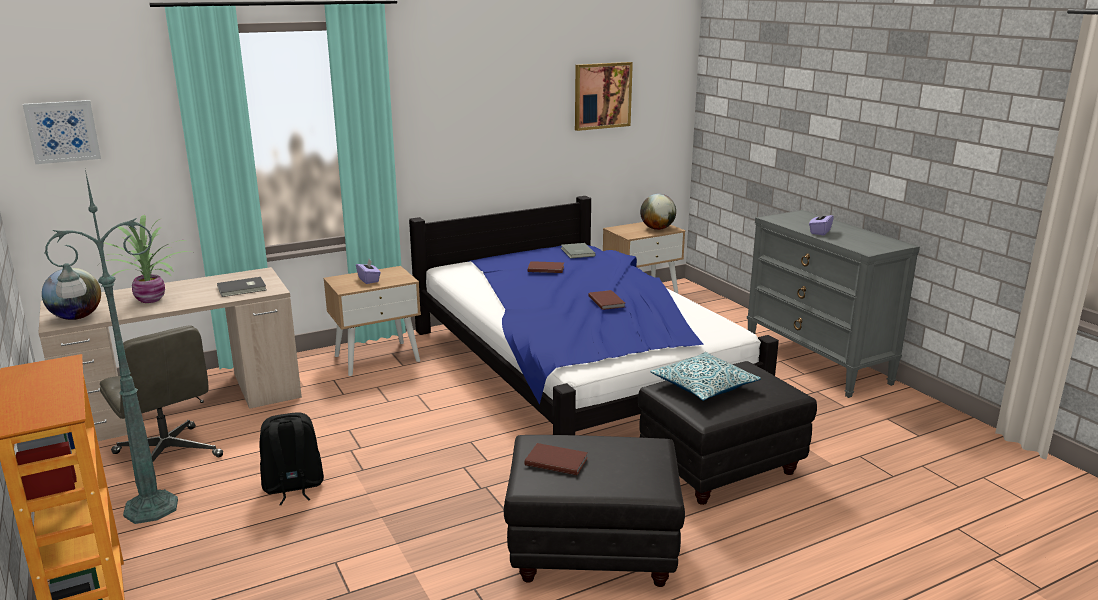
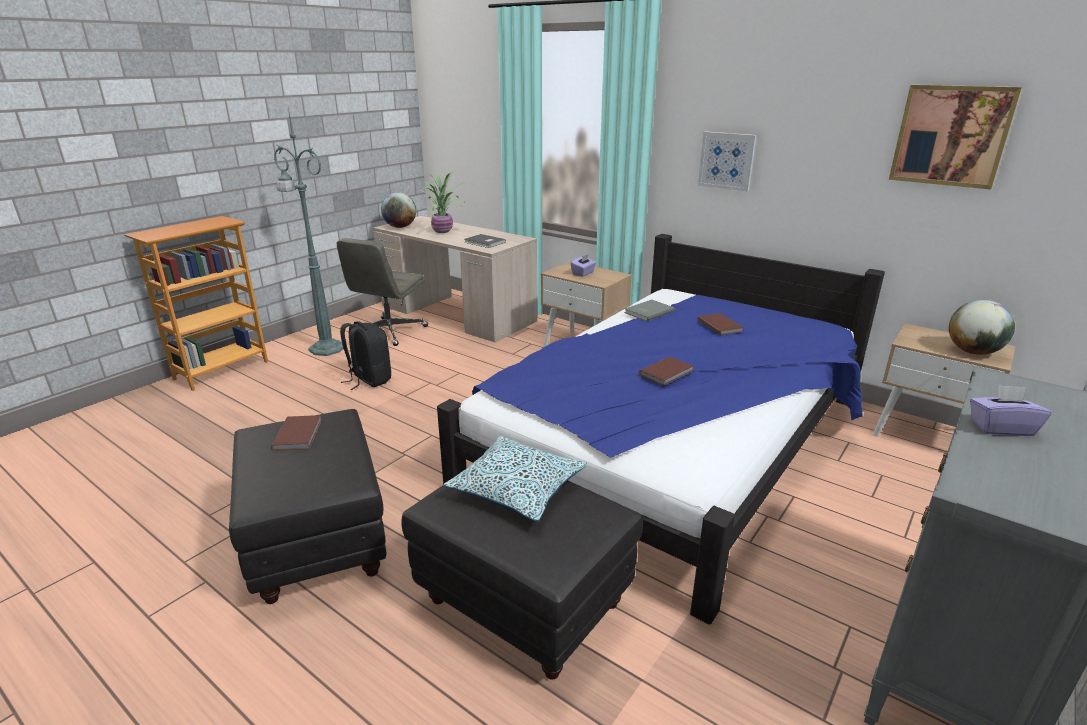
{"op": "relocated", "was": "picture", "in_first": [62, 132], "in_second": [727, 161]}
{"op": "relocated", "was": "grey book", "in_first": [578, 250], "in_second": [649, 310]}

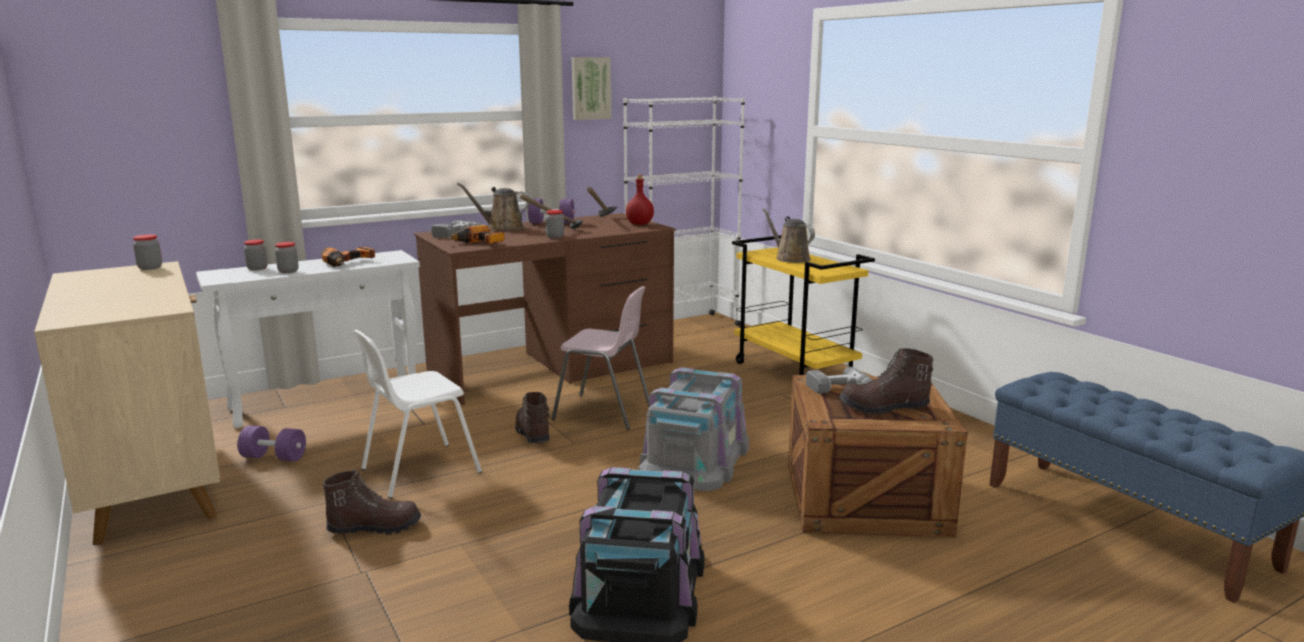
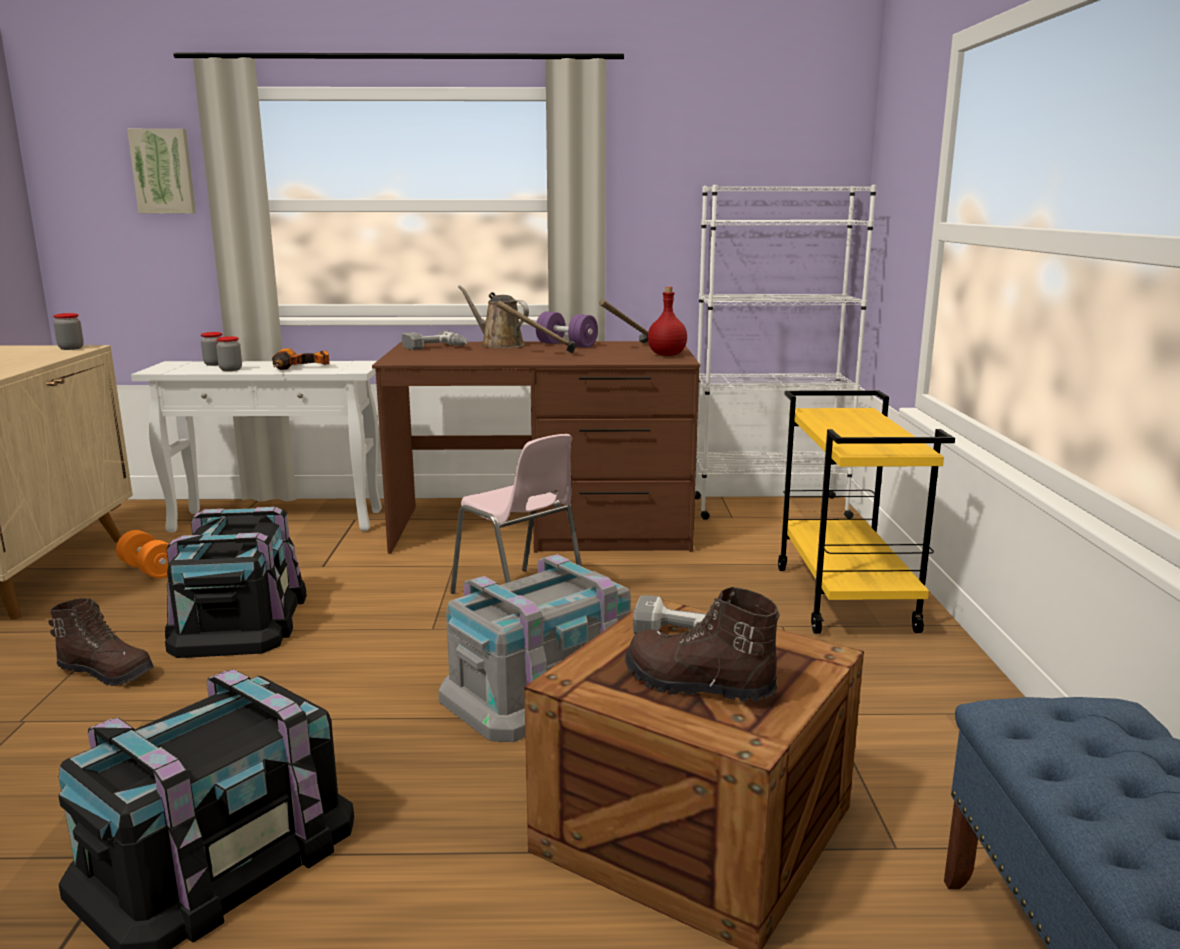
{"op": "relocated", "was": "picture", "in_first": [591, 88], "in_second": [161, 171]}
{"op": "missing", "was": "brown watering can", "in_first": [788, 235]}
{"op": "missing", "was": "jar", "in_first": [554, 224]}
{"op": "missing", "was": "power drill", "in_first": [473, 234]}
{"op": "exchanged", "was": "white chair", "now": "black storage box", "in_first": [417, 414], "in_second": [236, 582]}
{"op": "missing", "was": "brown boot", "in_first": [532, 418]}
{"op": "colour", "was": "purple dumbbell", "now": "orange dumbbell", "in_first": [271, 443], "in_second": [142, 554]}

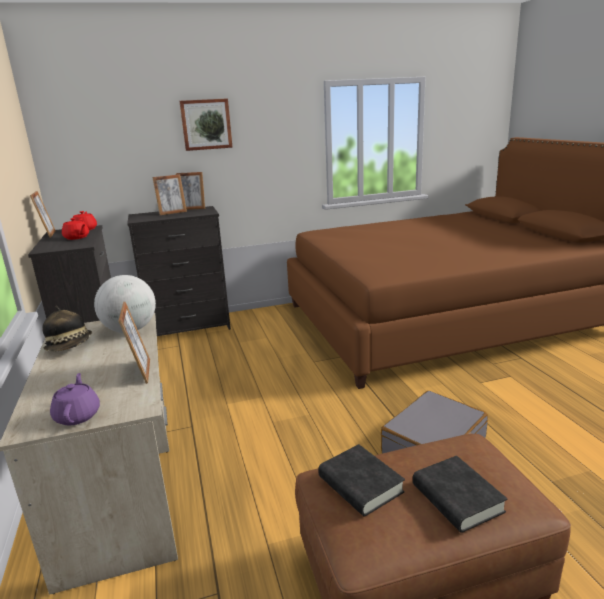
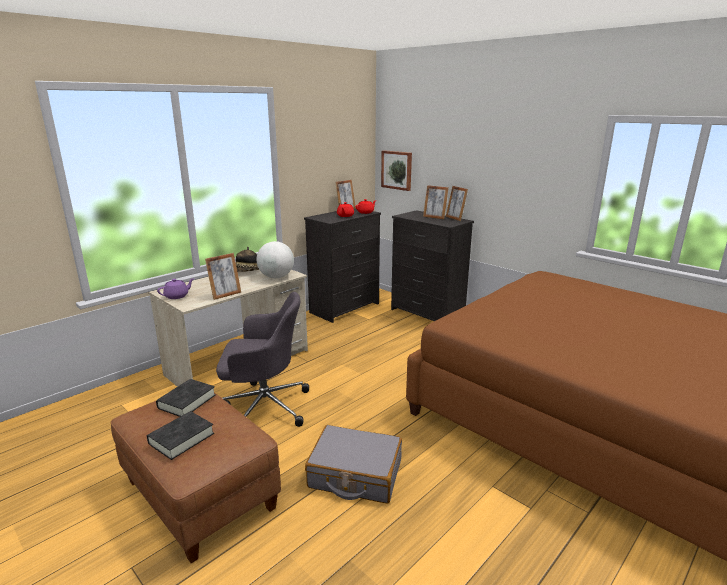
{"op": "relocated", "was": "picture", "in_first": [206, 124], "in_second": [396, 170]}
{"op": "appeared", "now": "grey office chair", "in_second": [262, 359]}

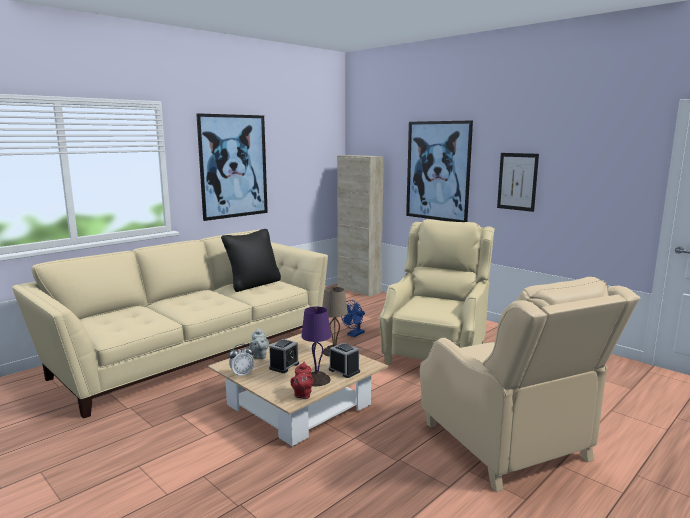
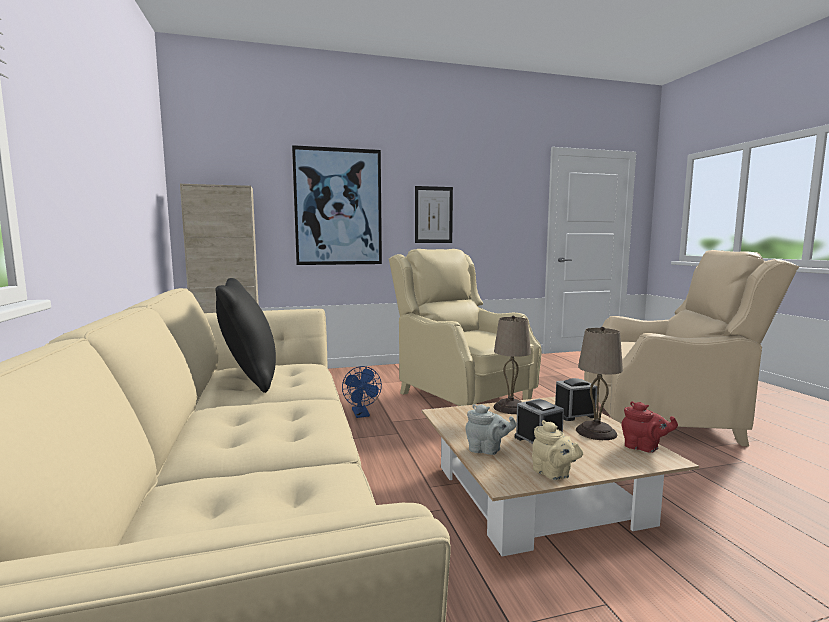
{"op": "missing", "was": "picture", "in_first": [232, 167]}
{"op": "colour", "was": "purple table lamp", "now": "beige table lamp", "in_first": [316, 346], "in_second": [599, 383]}
{"op": "exchanged", "was": "alarm clock", "now": "beige teapot", "in_first": [241, 361], "in_second": [557, 450]}

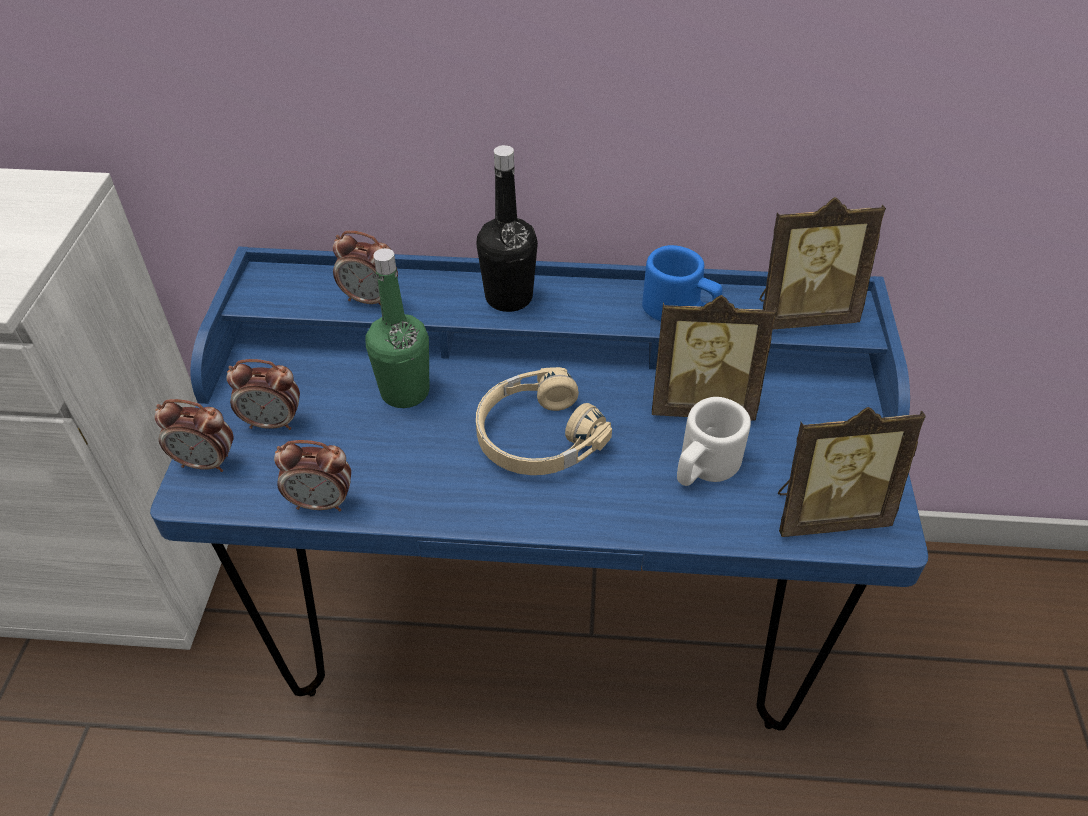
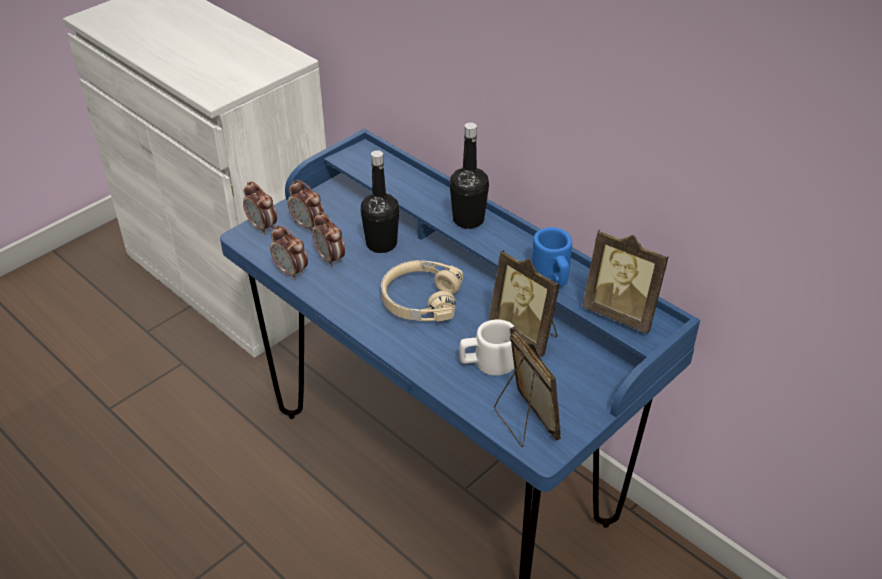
{"op": "relocated", "was": "alarm clock", "in_first": [365, 268], "in_second": [329, 239]}
{"op": "colour", "was": "green bottle", "now": "black bottle", "in_first": [397, 328], "in_second": [380, 201]}
{"op": "spun", "was": "picture frame", "in_first": [852, 472], "in_second": [527, 386], "clockwise": -150}

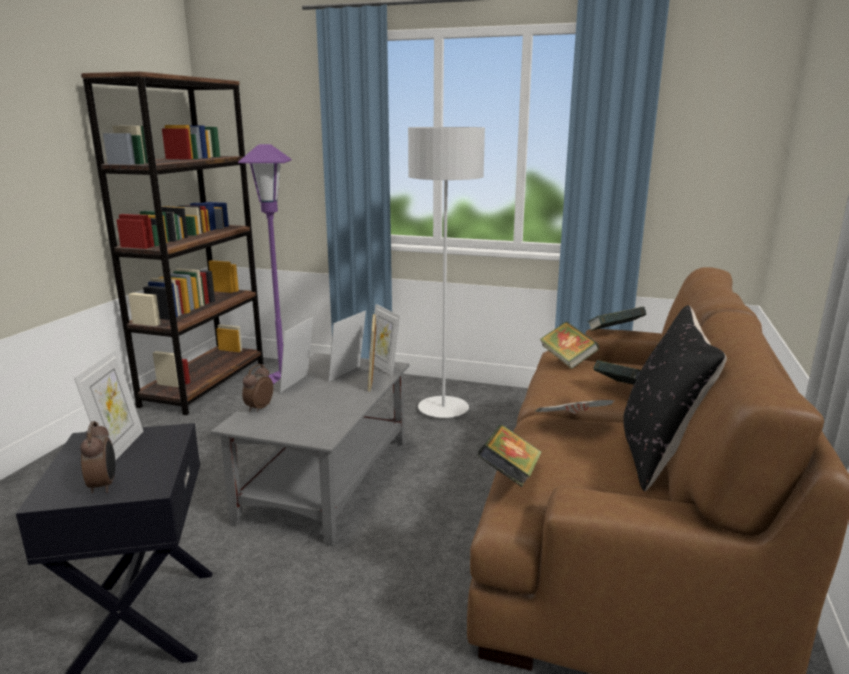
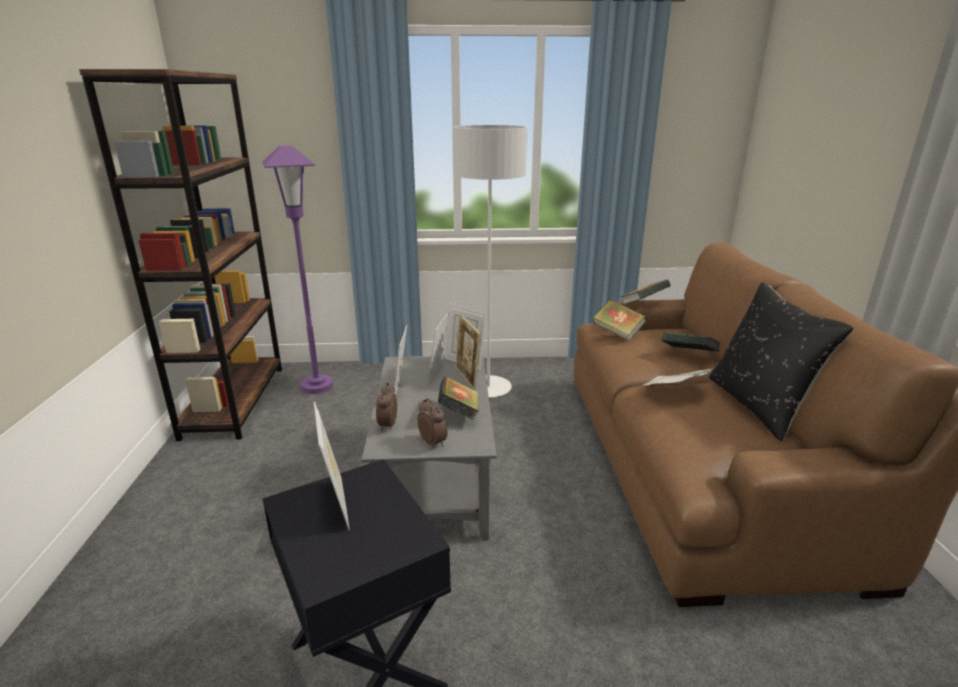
{"op": "relocated", "was": "alarm clock", "in_first": [97, 457], "in_second": [432, 423]}
{"op": "relocated", "was": "book", "in_first": [509, 455], "in_second": [458, 398]}

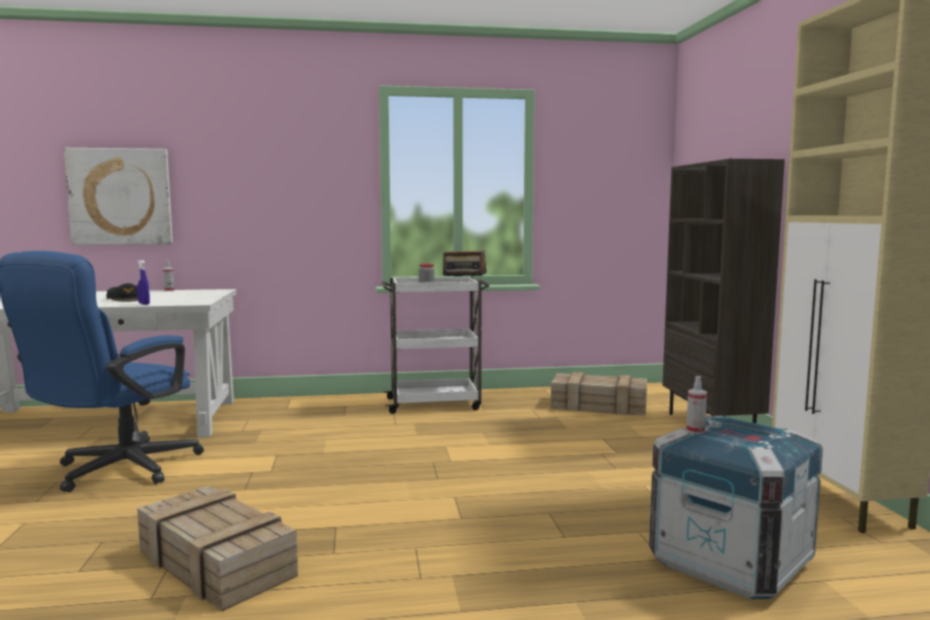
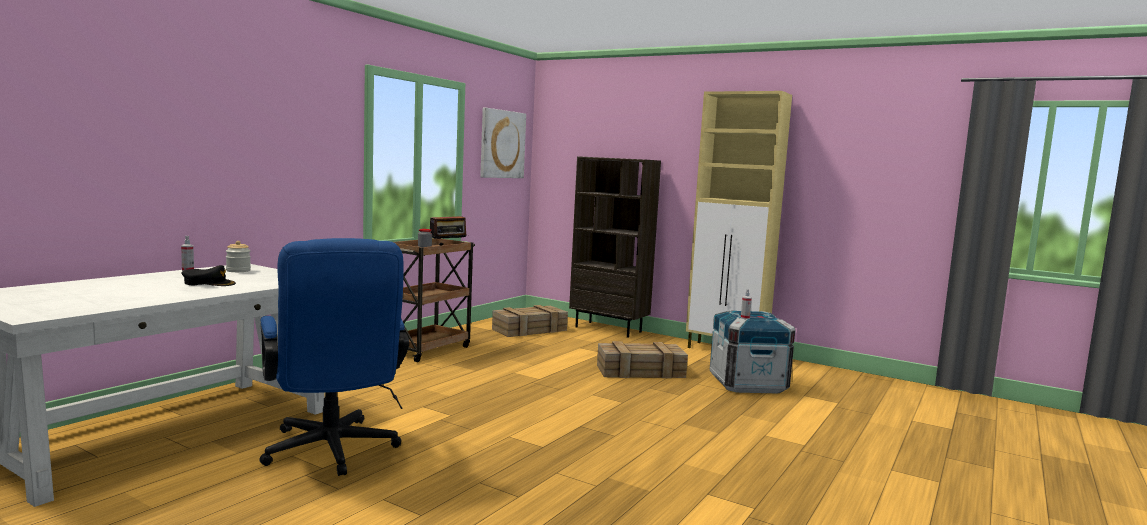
{"op": "relocated", "was": "picture", "in_first": [118, 196], "in_second": [503, 143]}
{"op": "missing", "was": "blue spray bottle", "in_first": [143, 282]}
{"op": "colour", "was": "white cart", "now": "brown cart", "in_first": [435, 345], "in_second": [434, 300]}
{"op": "relocated", "was": "crate", "in_first": [217, 548], "in_second": [642, 359]}
{"op": "appeared", "now": "jar", "in_second": [238, 256]}

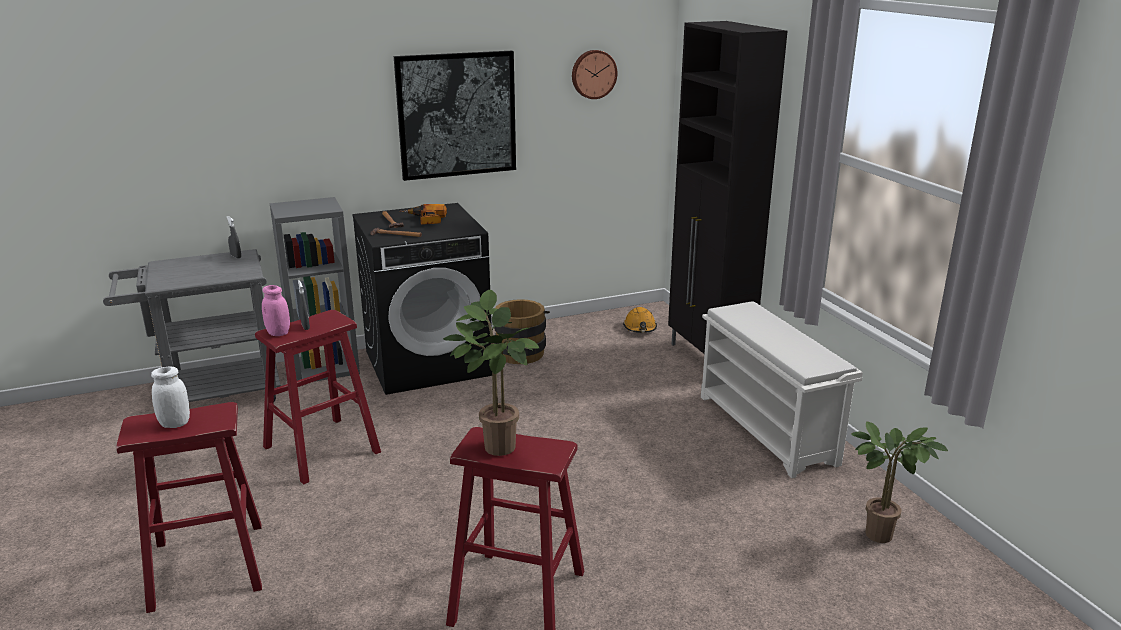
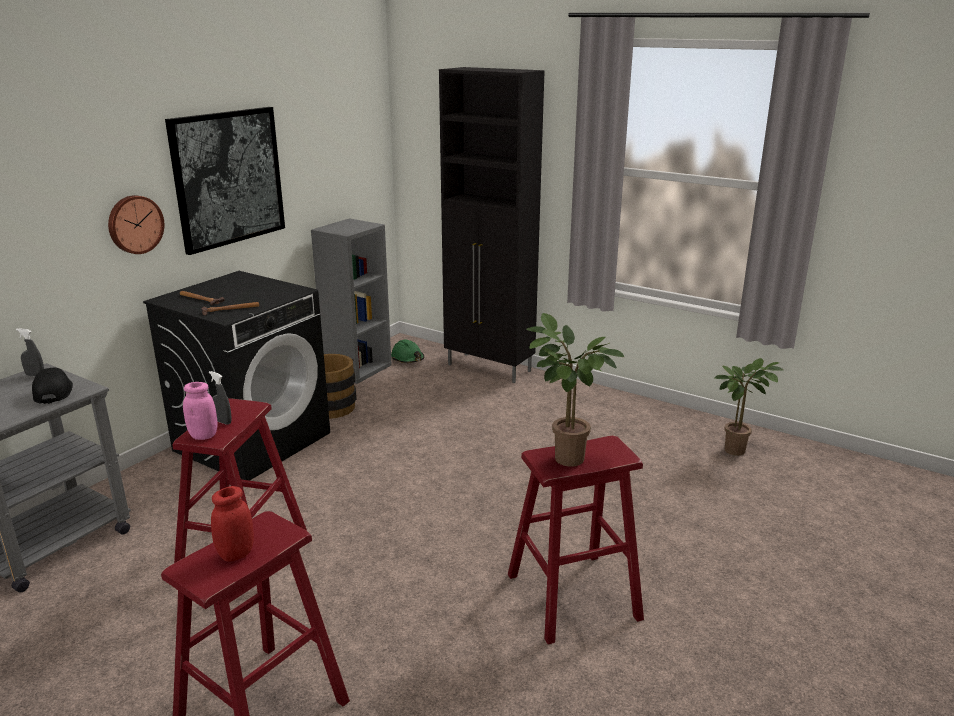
{"op": "relocated", "was": "wall clock", "in_first": [594, 74], "in_second": [136, 224]}
{"op": "relocated", "was": "grey bookcase", "in_first": [315, 289], "in_second": [351, 301]}
{"op": "missing", "was": "power drill", "in_first": [423, 214]}
{"op": "missing", "was": "white shoe rack", "in_first": [782, 390]}
{"op": "colour", "was": "orange hard hat", "now": "green hard hat", "in_first": [640, 320], "in_second": [408, 351]}
{"op": "colour", "was": "white jar", "now": "red jar", "in_first": [170, 397], "in_second": [232, 524]}
{"op": "appeared", "now": "black cap", "in_second": [52, 386]}

